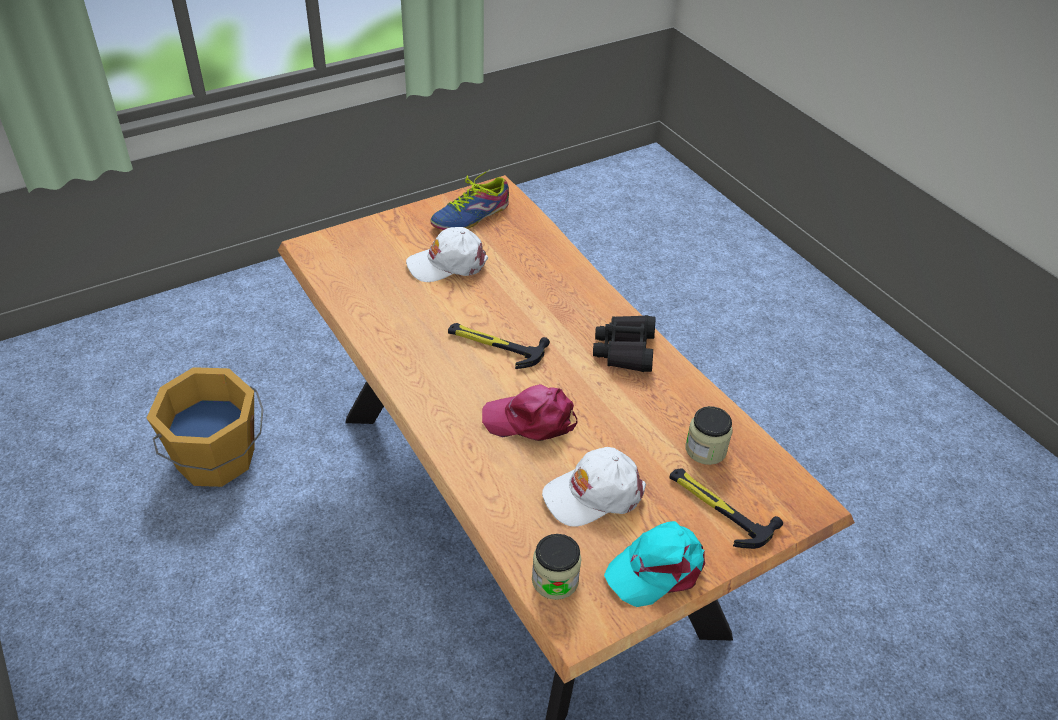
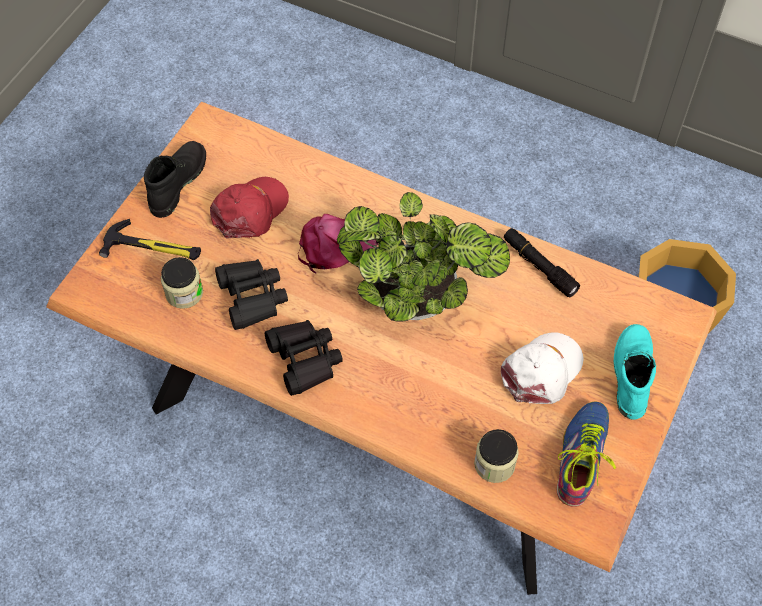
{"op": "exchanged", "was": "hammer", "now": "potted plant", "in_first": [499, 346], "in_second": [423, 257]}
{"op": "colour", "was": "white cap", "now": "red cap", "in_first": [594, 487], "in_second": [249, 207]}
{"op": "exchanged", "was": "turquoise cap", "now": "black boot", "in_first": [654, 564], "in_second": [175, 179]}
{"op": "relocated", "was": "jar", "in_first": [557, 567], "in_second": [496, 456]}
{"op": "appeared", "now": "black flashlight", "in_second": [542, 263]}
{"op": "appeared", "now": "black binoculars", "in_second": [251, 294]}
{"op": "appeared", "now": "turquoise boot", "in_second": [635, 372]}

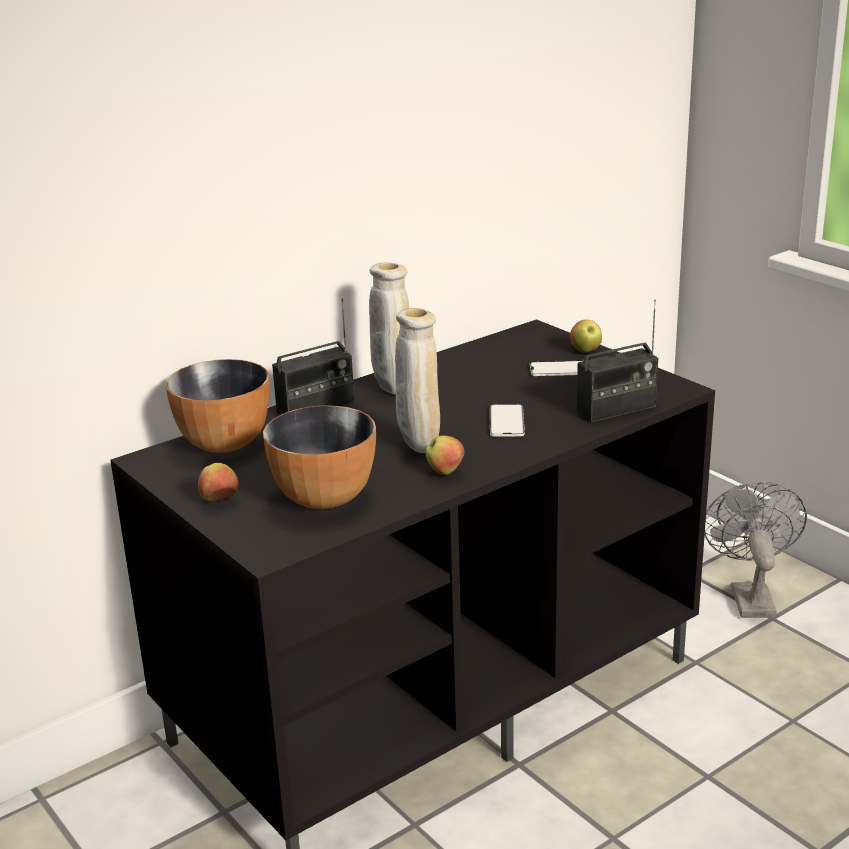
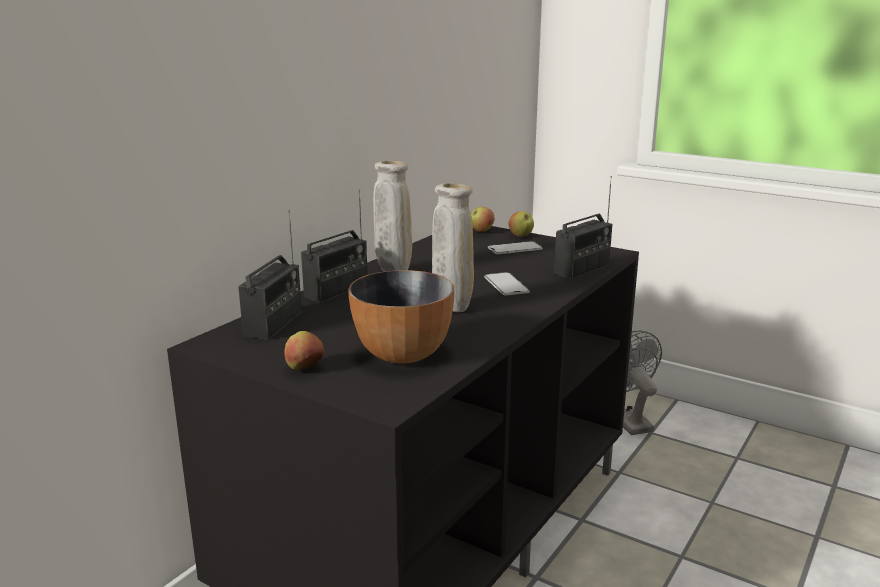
{"op": "exchanged", "was": "bowl", "now": "radio", "in_first": [217, 406], "in_second": [270, 275]}
{"op": "relocated", "was": "apple", "in_first": [445, 455], "in_second": [483, 219]}

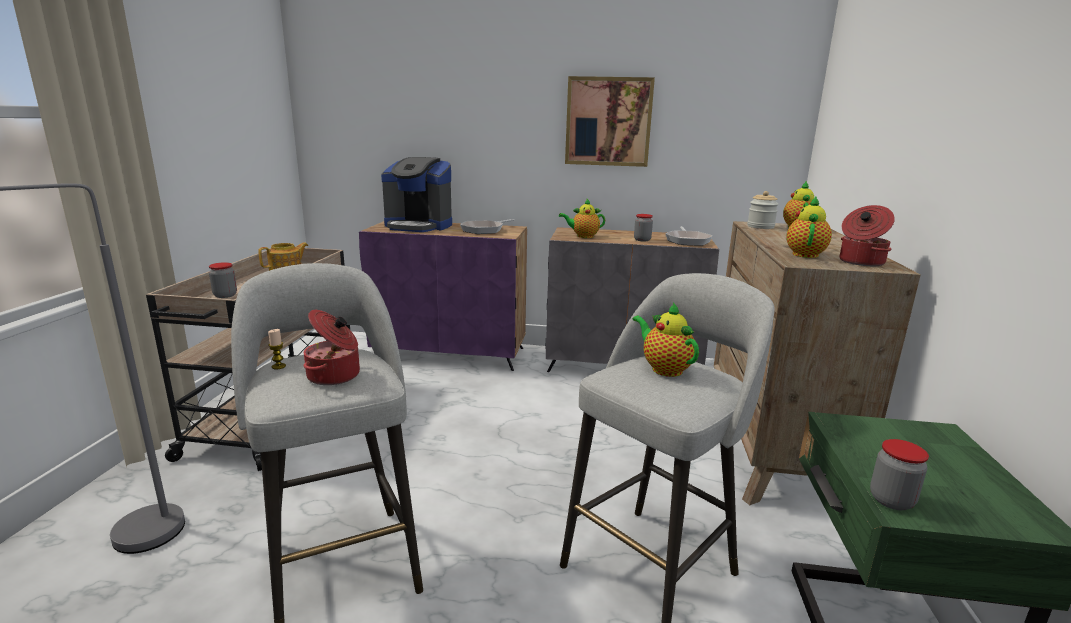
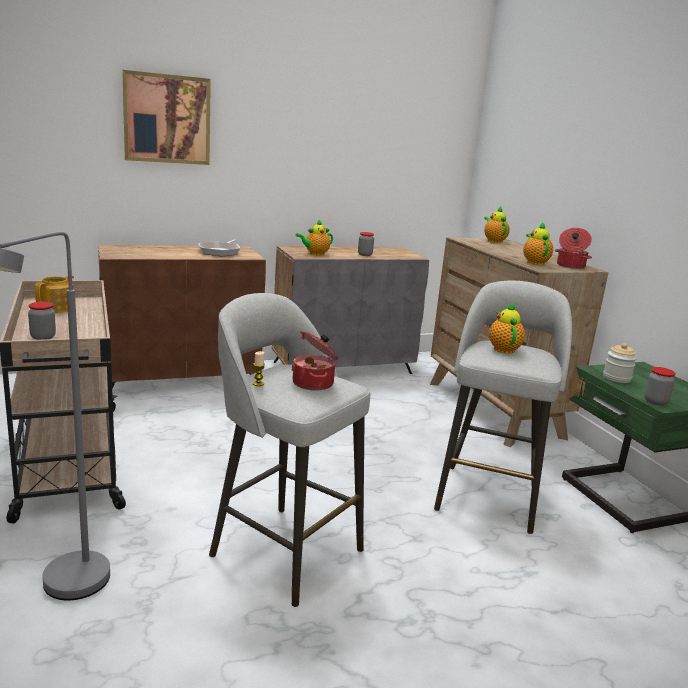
{"op": "relocated", "was": "picture", "in_first": [610, 121], "in_second": [166, 117]}
{"op": "missing", "was": "coffee machine", "in_first": [416, 194]}
{"op": "relocated", "was": "jar", "in_first": [763, 210], "in_second": [620, 363]}
{"op": "colour", "was": "purple cabinet", "now": "brown cabinet", "in_first": [443, 296], "in_second": [182, 316]}
{"op": "missing", "was": "frying pan", "in_first": [689, 236]}
{"op": "spun", "was": "teapot", "in_first": [665, 339], "in_second": [507, 328], "clockwise": 60}

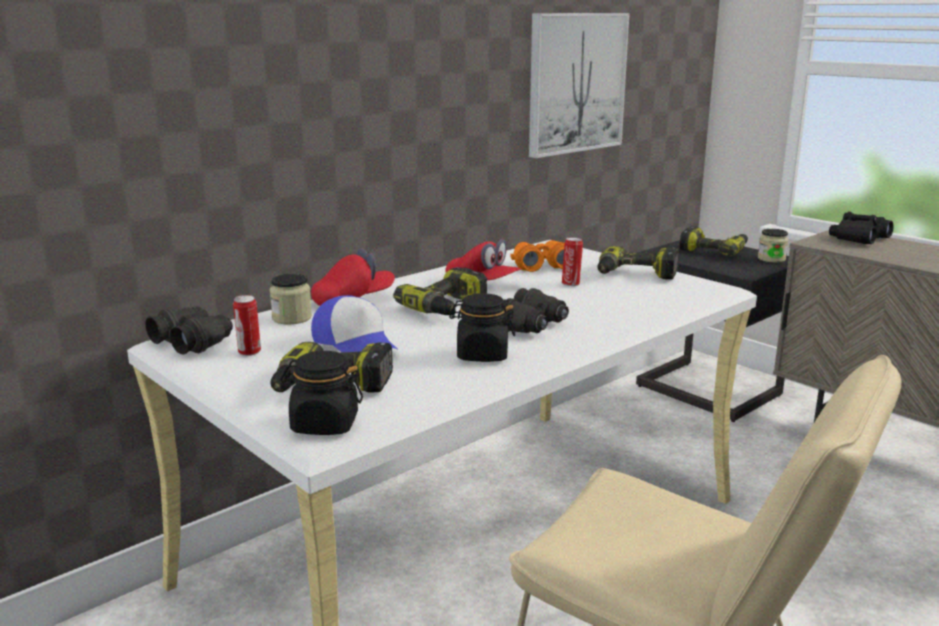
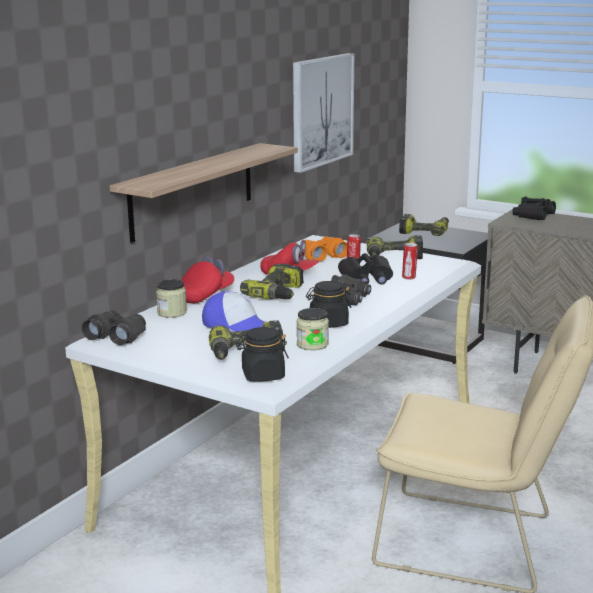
{"op": "relocated", "was": "jar", "in_first": [773, 246], "in_second": [313, 329]}
{"op": "relocated", "was": "can", "in_first": [247, 325], "in_second": [410, 261]}
{"op": "appeared", "now": "shelf", "in_second": [204, 193]}
{"op": "appeared", "now": "black binoculars", "in_second": [365, 269]}

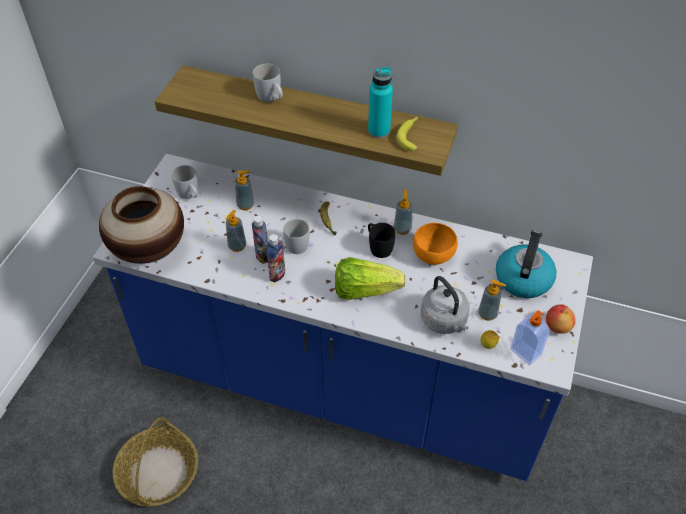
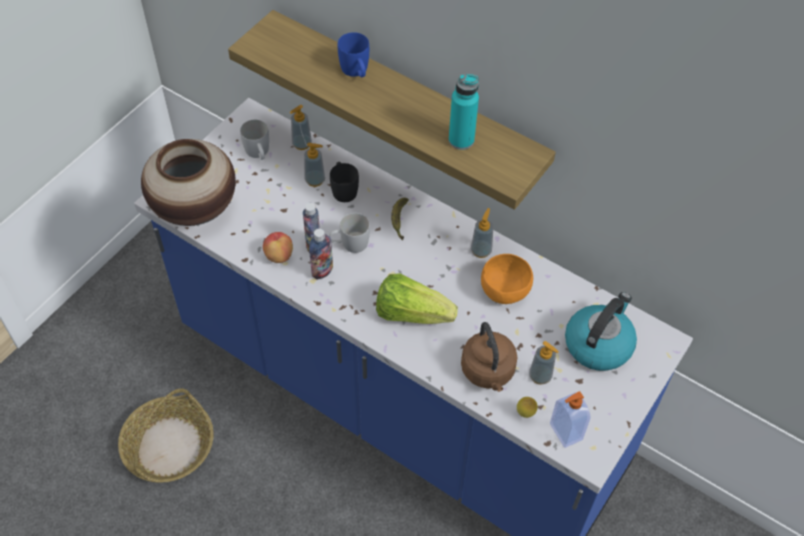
{"op": "colour", "was": "white mug", "now": "blue mug", "in_first": [268, 83], "in_second": [353, 54]}
{"op": "missing", "was": "banana", "in_first": [407, 133]}
{"op": "relocated", "was": "soap dispenser", "in_first": [236, 231], "in_second": [301, 127]}
{"op": "relocated", "was": "black mug", "in_first": [381, 240], "in_second": [344, 182]}
{"op": "colour", "was": "grey kettle", "now": "brown kettle", "in_first": [445, 305], "in_second": [489, 357]}
{"op": "relocated", "was": "apple", "in_first": [561, 319], "in_second": [278, 247]}

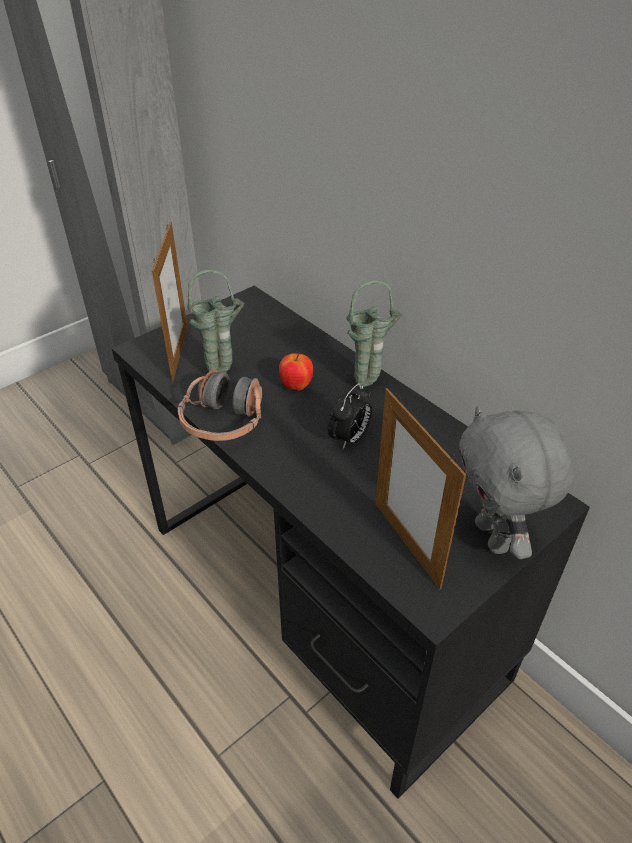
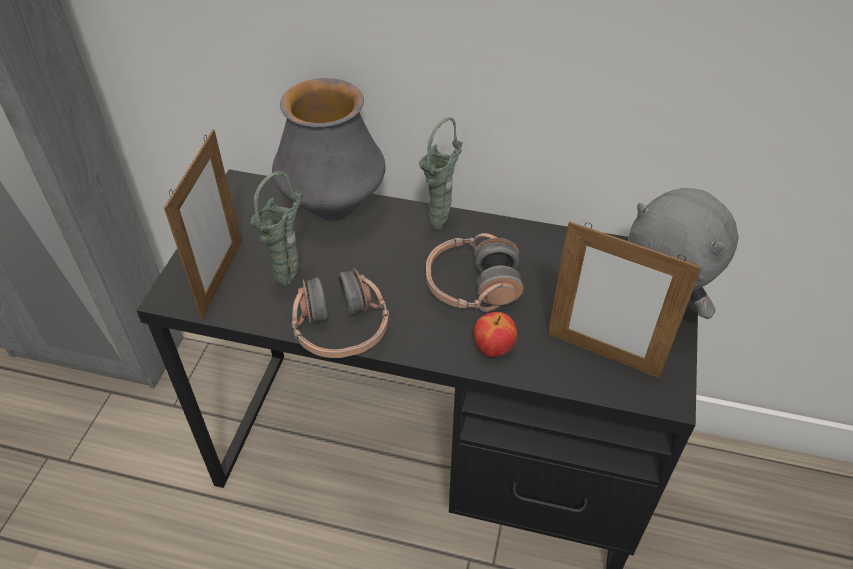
{"op": "spun", "was": "picture frame", "in_first": [169, 301], "in_second": [203, 224], "clockwise": 45}
{"op": "relocated", "was": "apple", "in_first": [296, 372], "in_second": [495, 334]}
{"op": "exchanged", "was": "alarm clock", "now": "headphones", "in_first": [350, 416], "in_second": [475, 272]}
{"op": "appeared", "now": "vase", "in_second": [329, 149]}

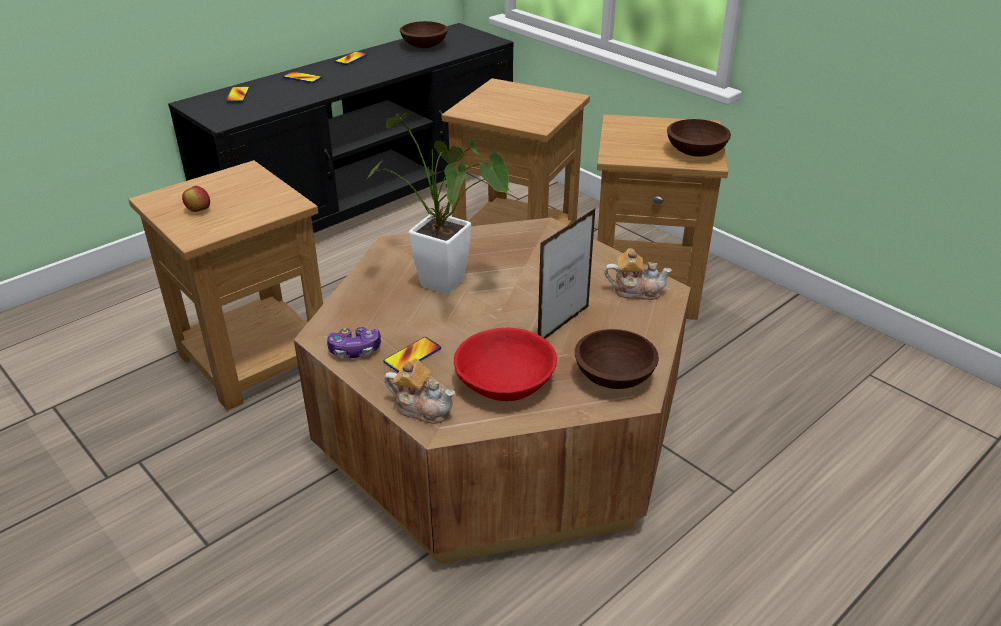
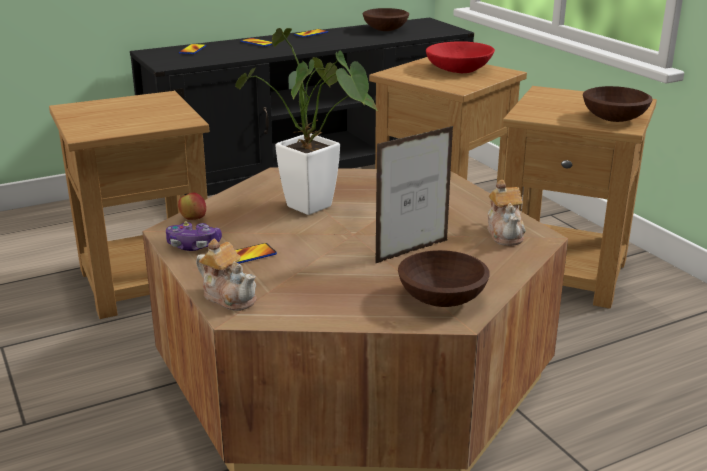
{"op": "relocated", "was": "apple", "in_first": [196, 199], "in_second": [192, 206]}
{"op": "spun", "was": "teapot", "in_first": [638, 274], "in_second": [506, 213], "clockwise": 60}
{"op": "relocated", "was": "red bowl", "in_first": [505, 364], "in_second": [460, 57]}

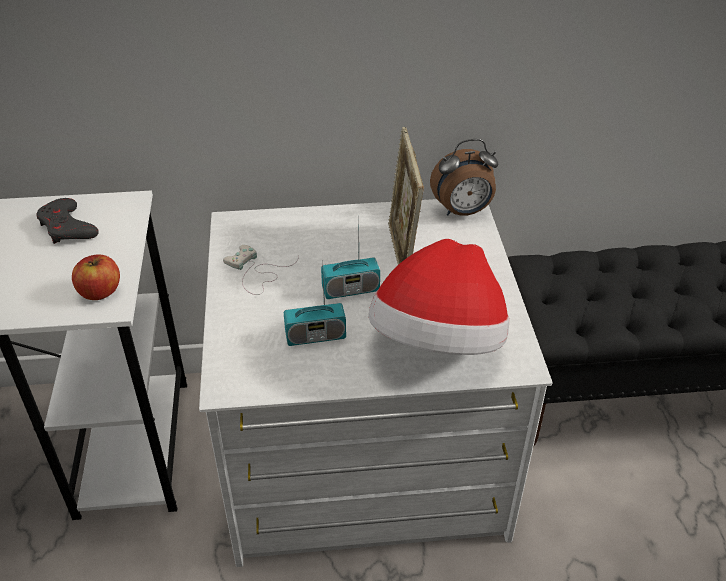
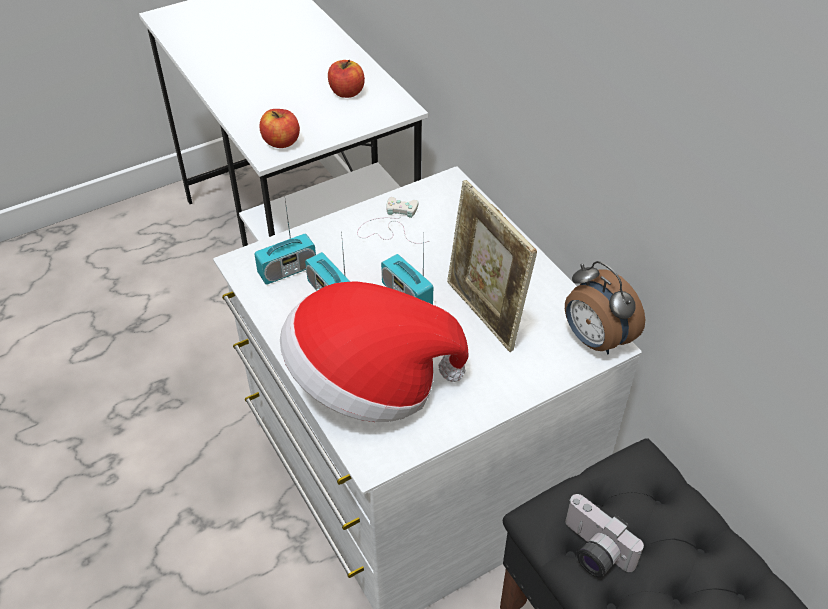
{"op": "spun", "was": "picture frame", "in_first": [406, 196], "in_second": [492, 266], "clockwise": -90}
{"op": "exchanged", "was": "grey game controller", "now": "apple", "in_first": [67, 221], "in_second": [346, 79]}
{"op": "appeared", "now": "radio", "in_second": [285, 243]}
{"op": "appeared", "now": "photo camera", "in_second": [604, 536]}

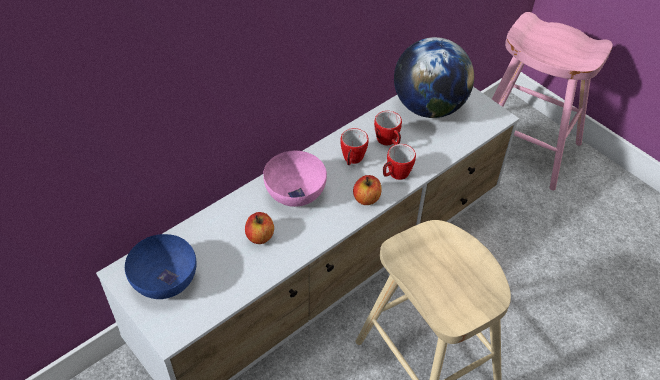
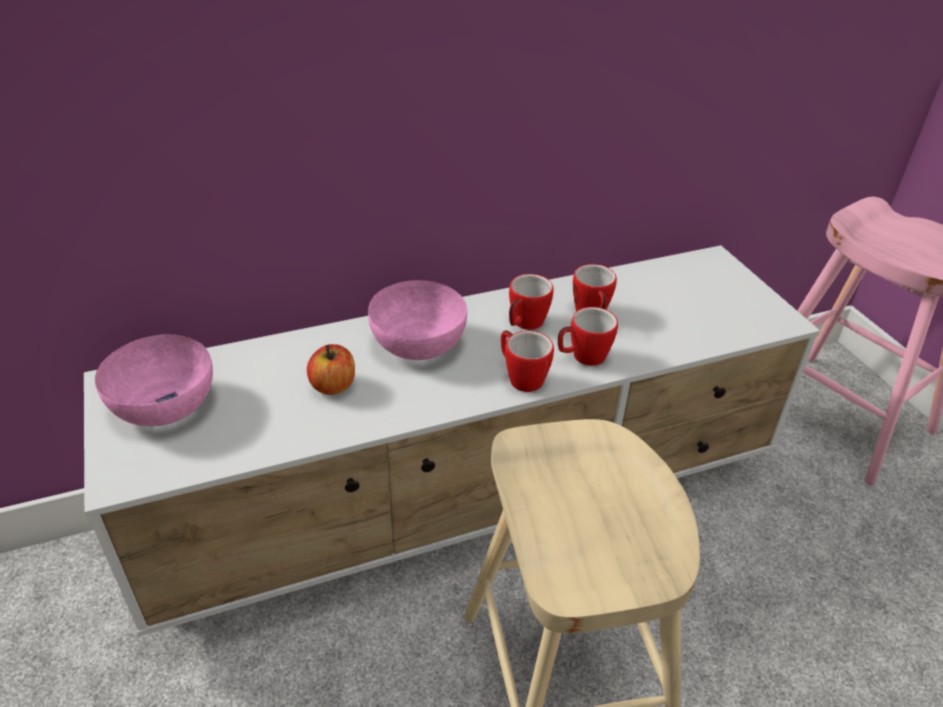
{"op": "missing", "was": "globe", "in_first": [434, 77]}
{"op": "exchanged", "was": "apple", "now": "mug", "in_first": [367, 190], "in_second": [527, 361]}
{"op": "colour", "was": "blue bowl", "now": "pink bowl", "in_first": [161, 266], "in_second": [154, 380]}

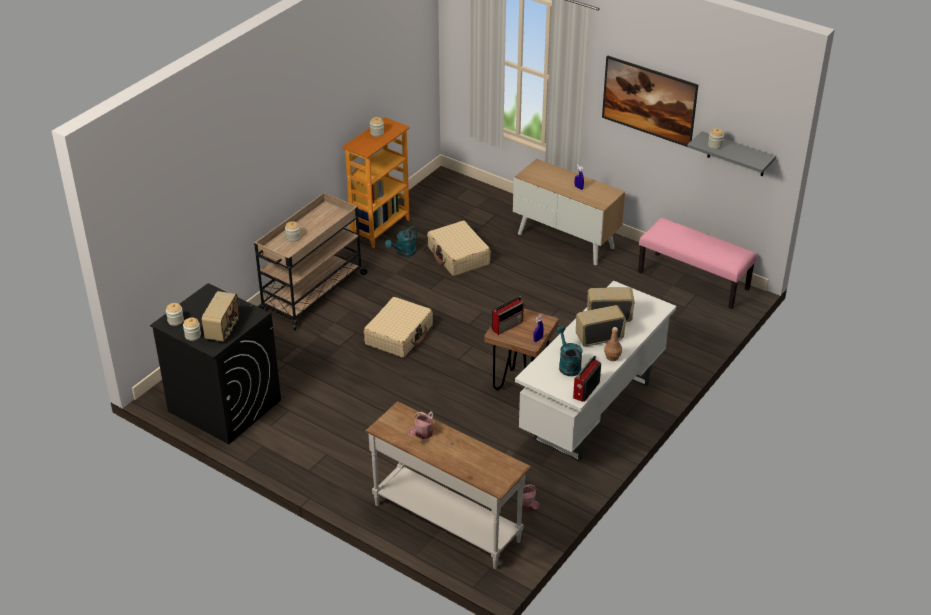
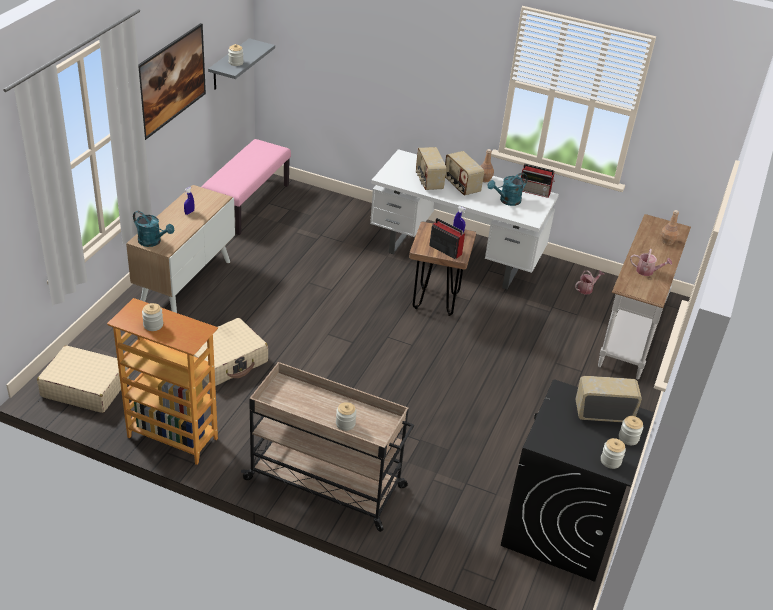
{"op": "relocated", "was": "turquoise watering can", "in_first": [401, 241], "in_second": [153, 229]}
{"op": "relocated", "was": "beige suitcase", "in_first": [398, 327], "in_second": [83, 379]}
{"op": "appeared", "now": "brown bottle", "in_second": [670, 227]}

